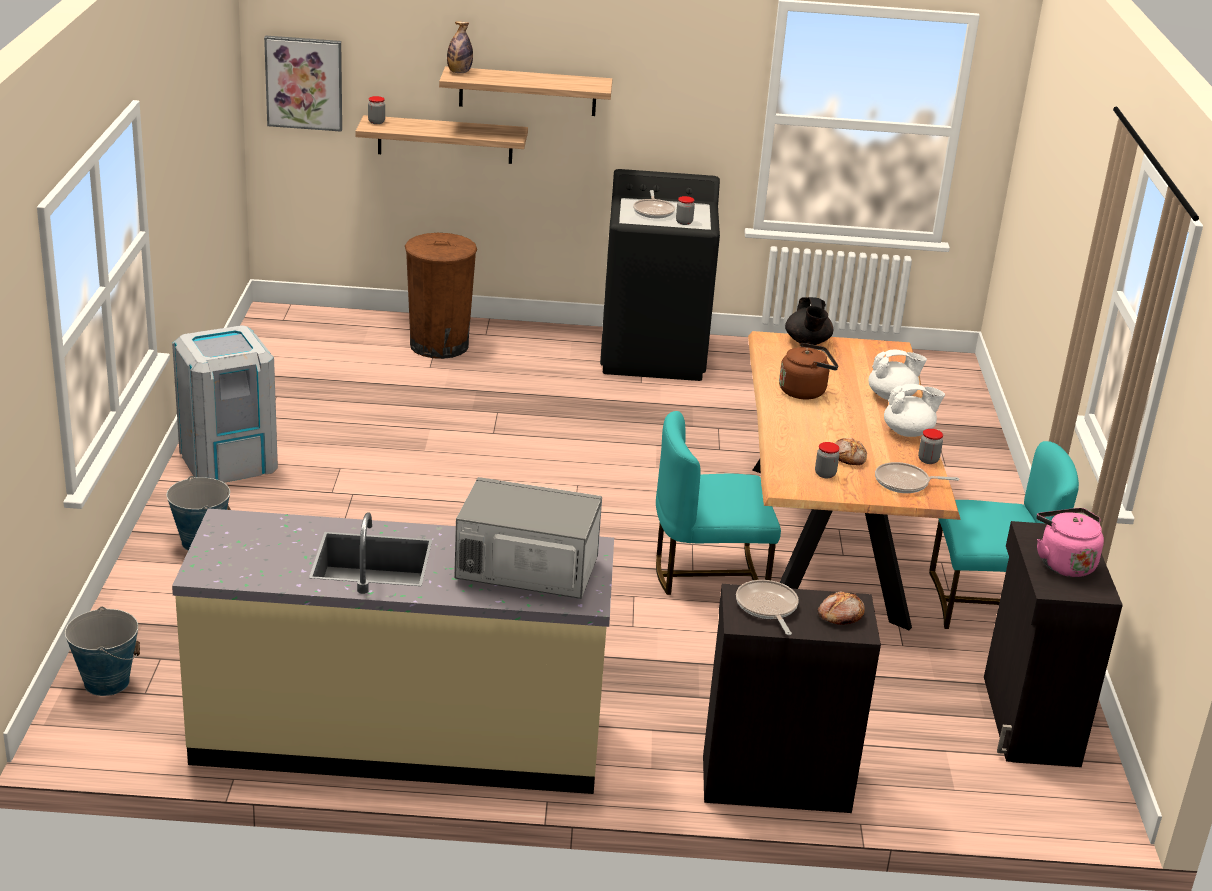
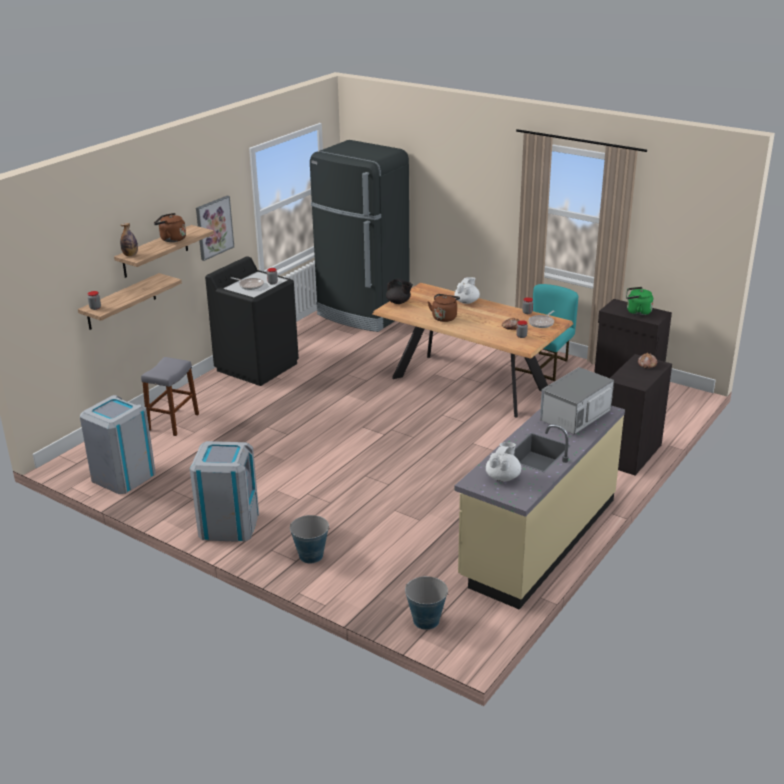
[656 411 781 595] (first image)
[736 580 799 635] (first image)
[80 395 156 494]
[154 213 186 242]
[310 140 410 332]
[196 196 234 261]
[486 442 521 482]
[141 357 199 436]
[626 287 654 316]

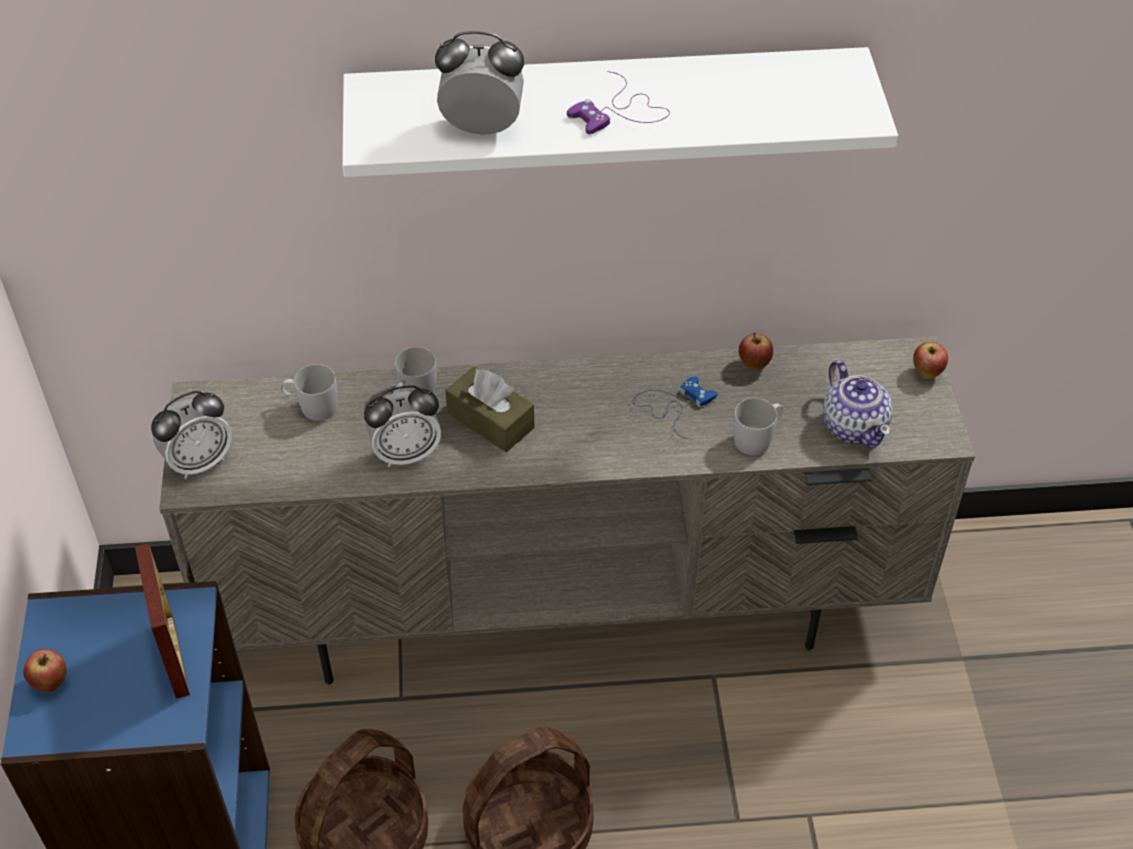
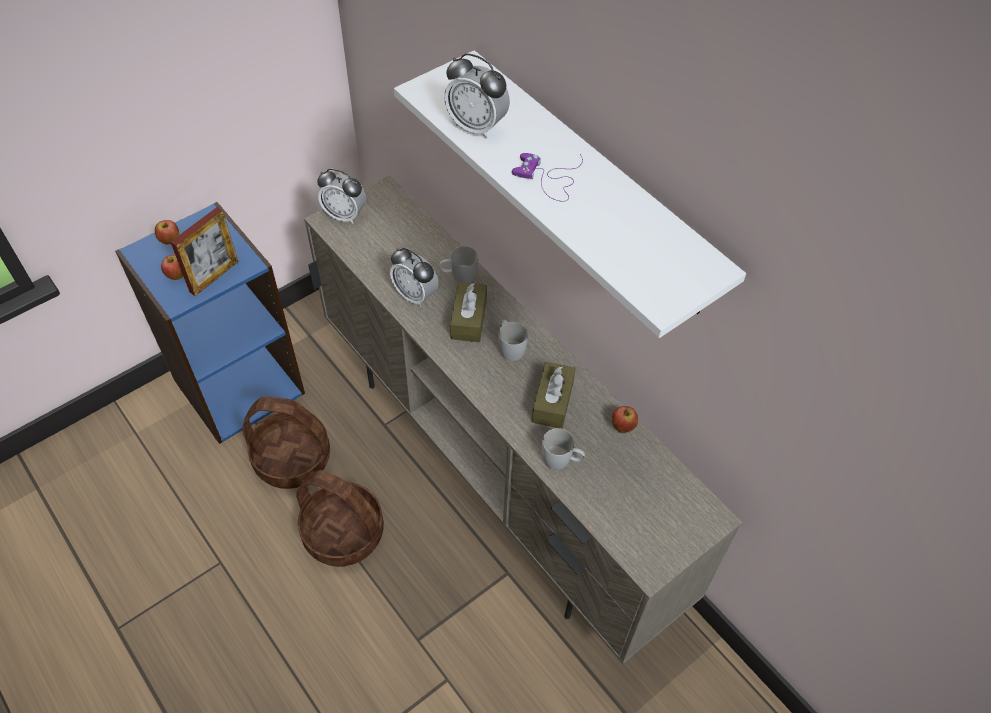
[823 360 892 448] (first image)
[498 320 528 361]
[161 255 184 280]
[532 362 576 429]
[444 53 510 139]

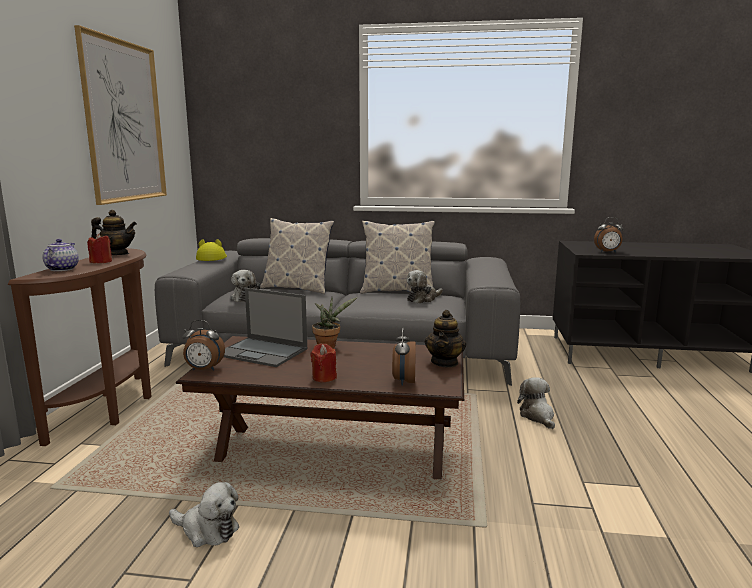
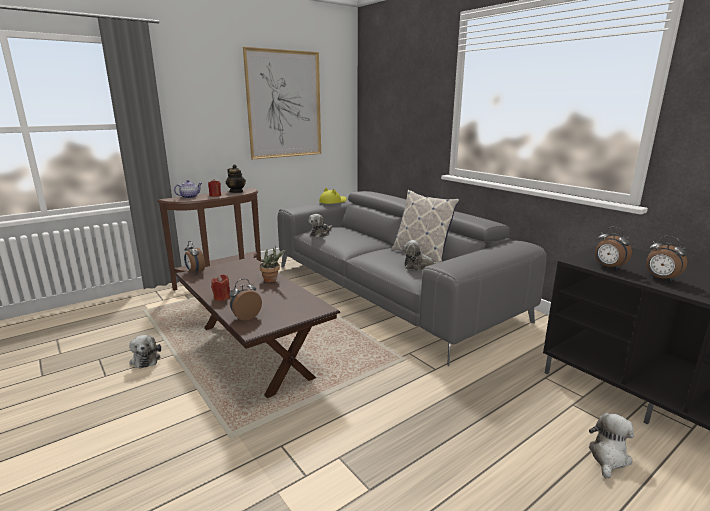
[224 288 307 367] (first image)
[260 218 334 294] (first image)
[425 310 466 368] (first image)
[646 236 687 282]
[589 413 634 479]

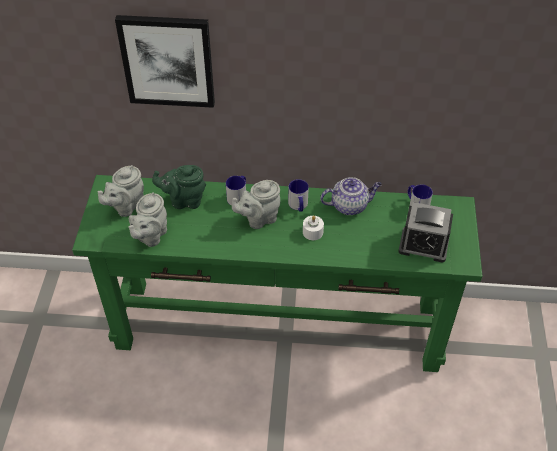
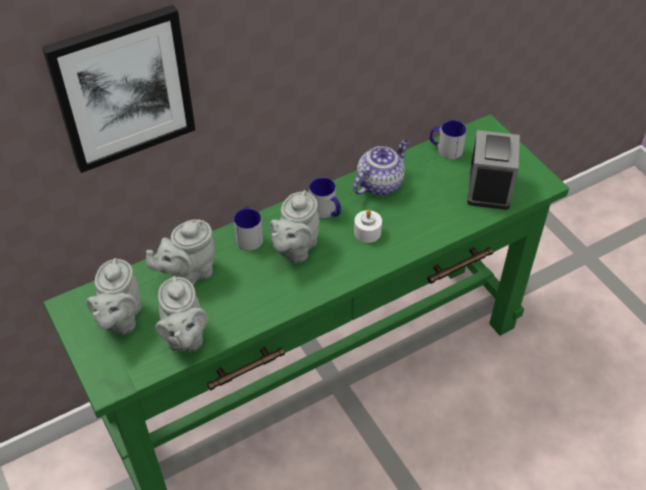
[146 219 215 286]
[467 130 520 210]

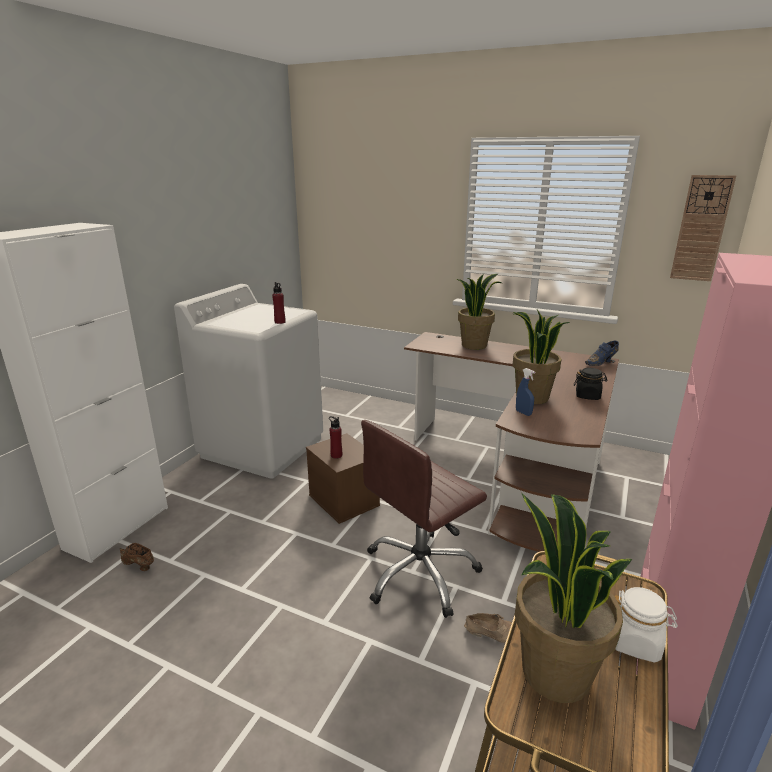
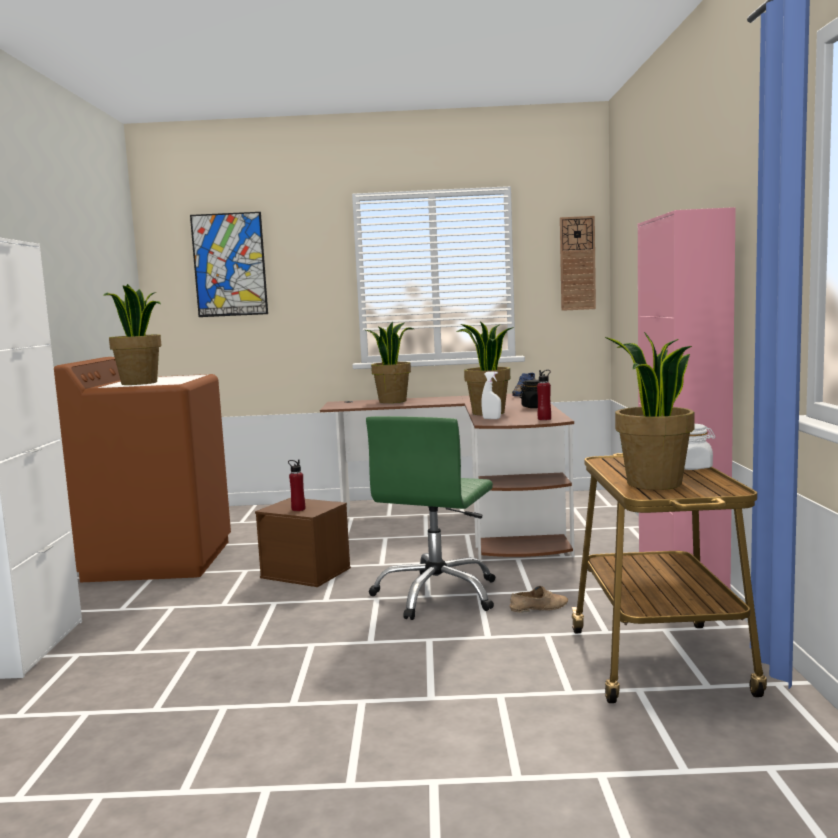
[120 543 154 571] (first image)
[104 284 162 385]
[190 212 268 317]
[537 370 551 420]
[54 357 231 583]
[366 416 495 620]
[481 371 501 419]

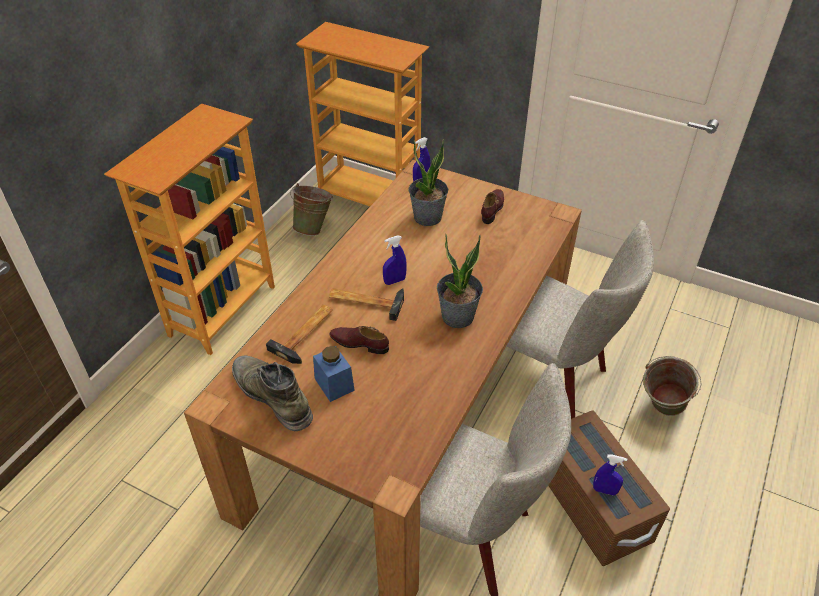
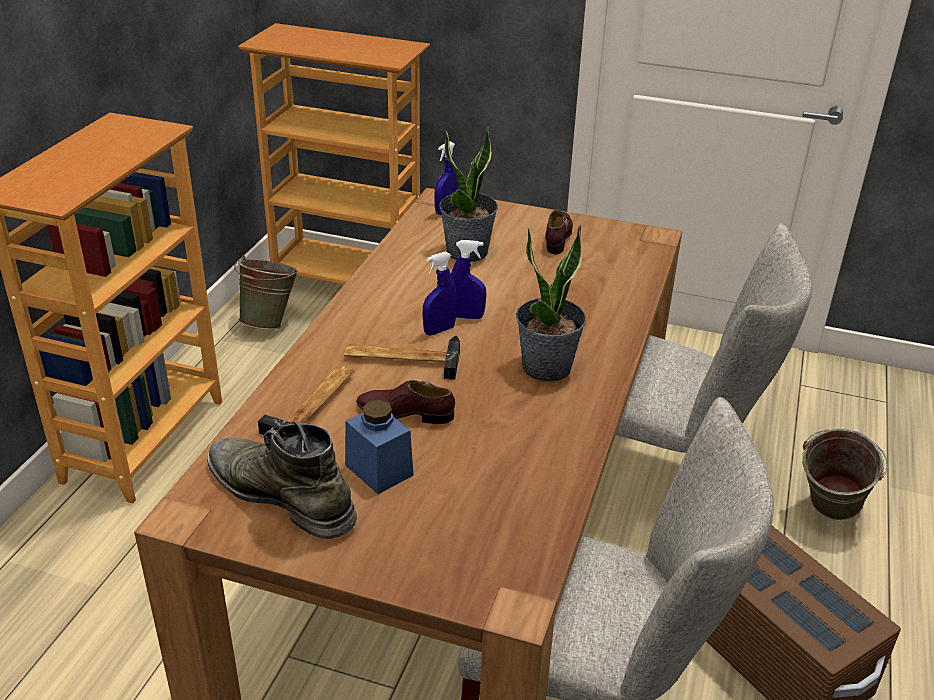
[451 240 486 319]

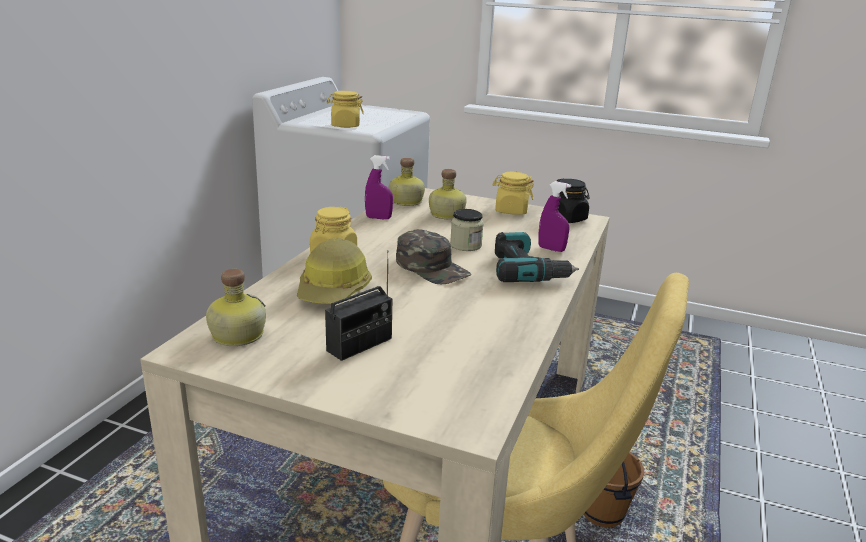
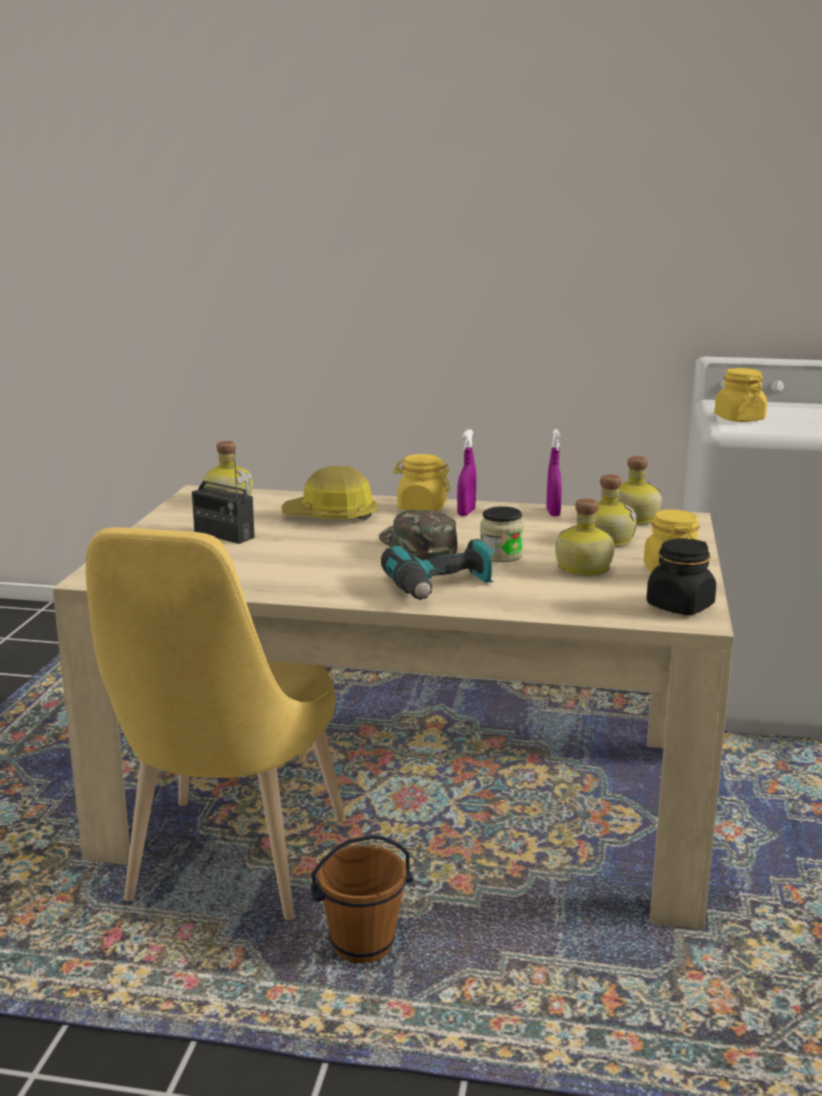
[555 498 615 577]
[457 429 476 516]
[379 510 457 559]

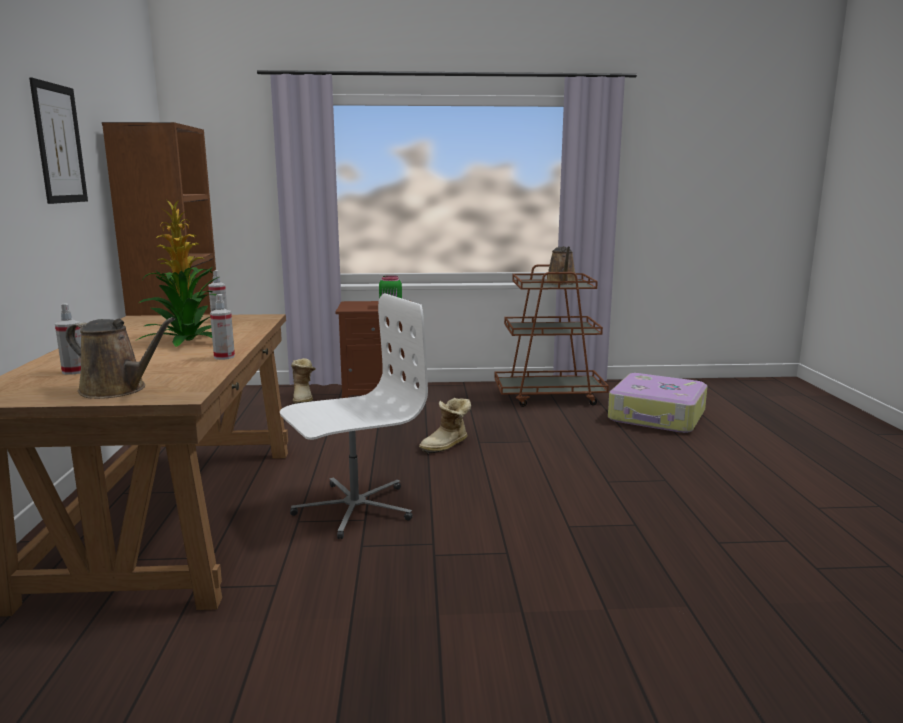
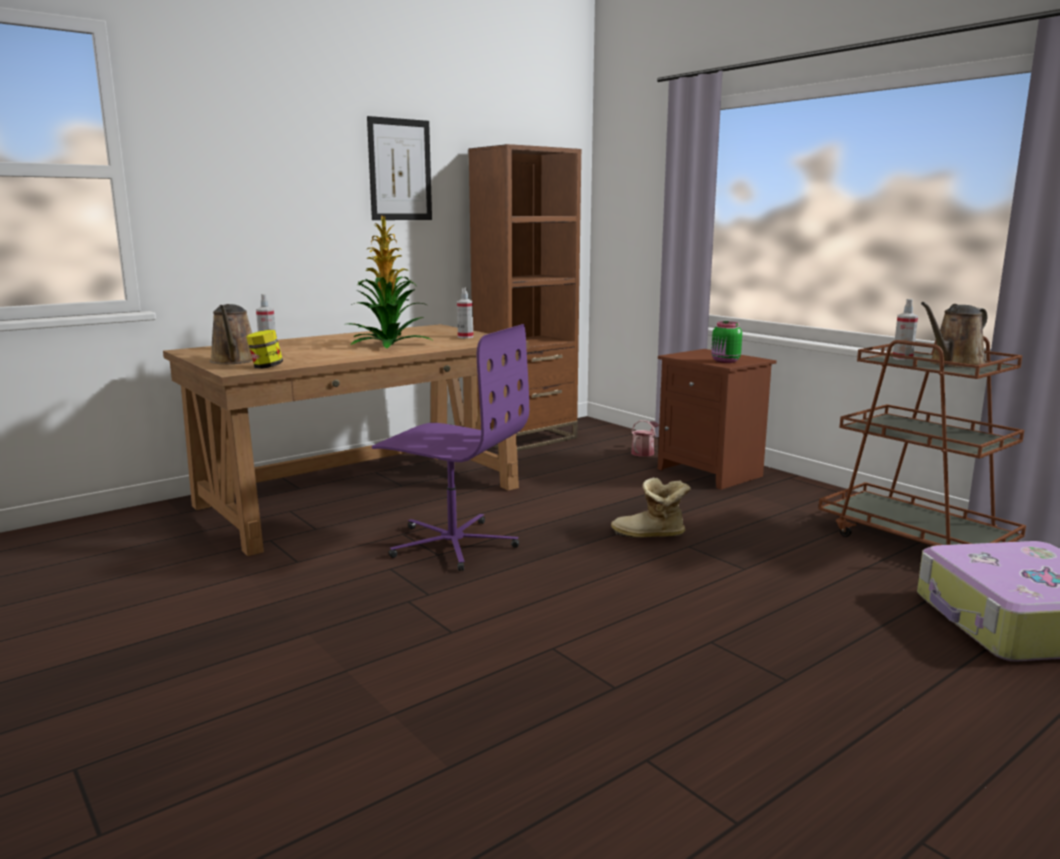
[246 330 283 368]
[893 299 918 360]
[631 420 659 457]
[372 324 529 571]

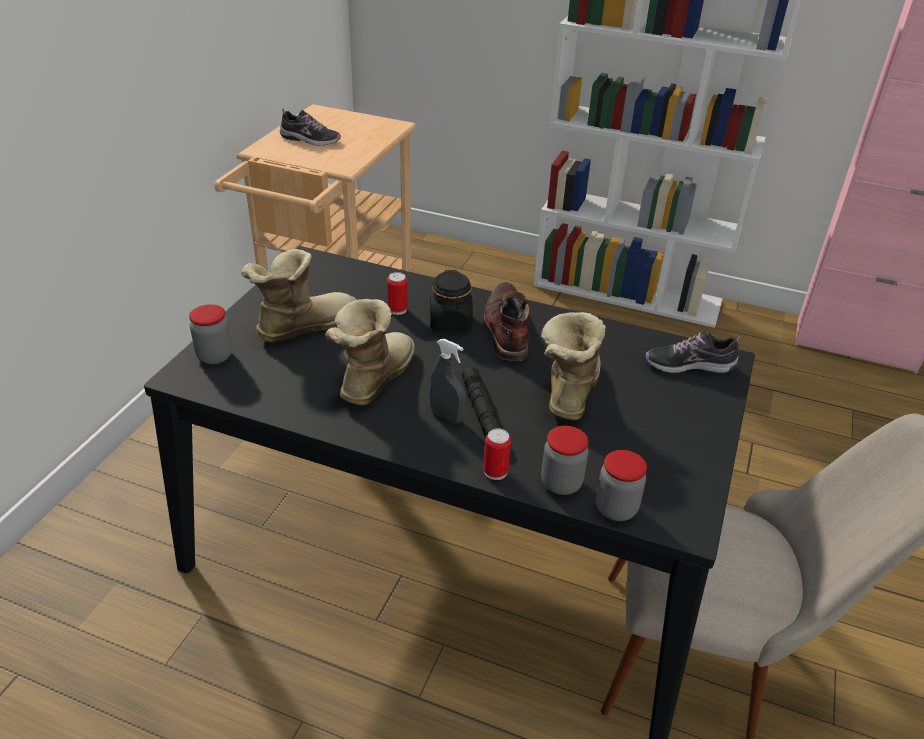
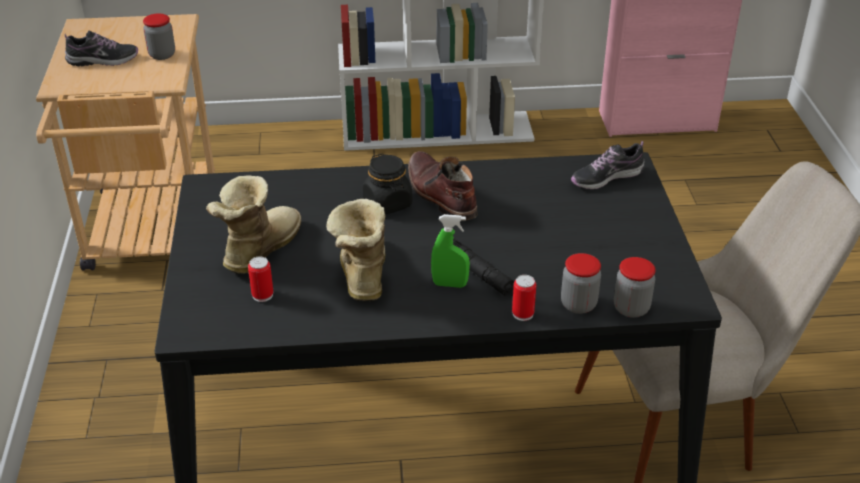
[541 312 606 420] (first image)
[143 14 175 60]
[248 256 273 302]
[431 214 470 288]

